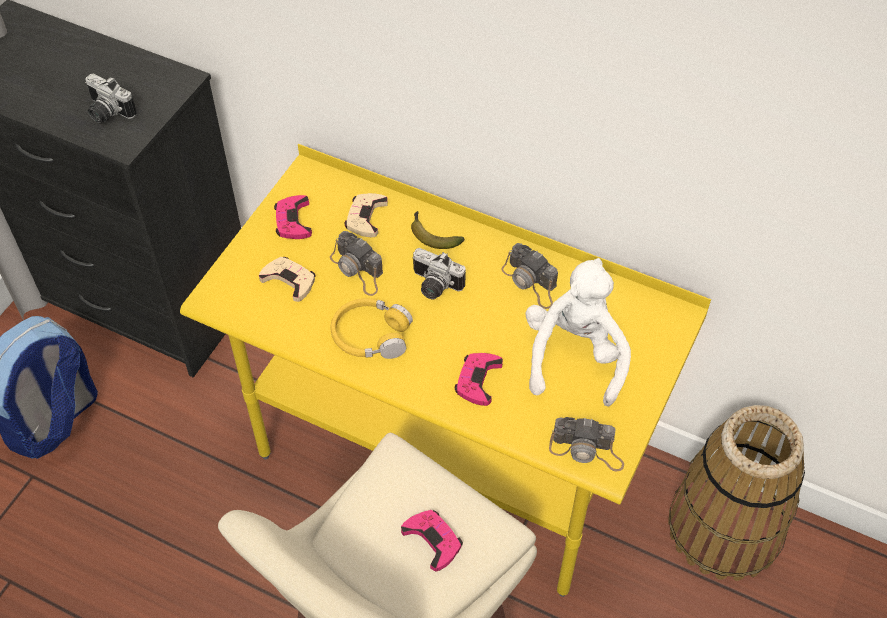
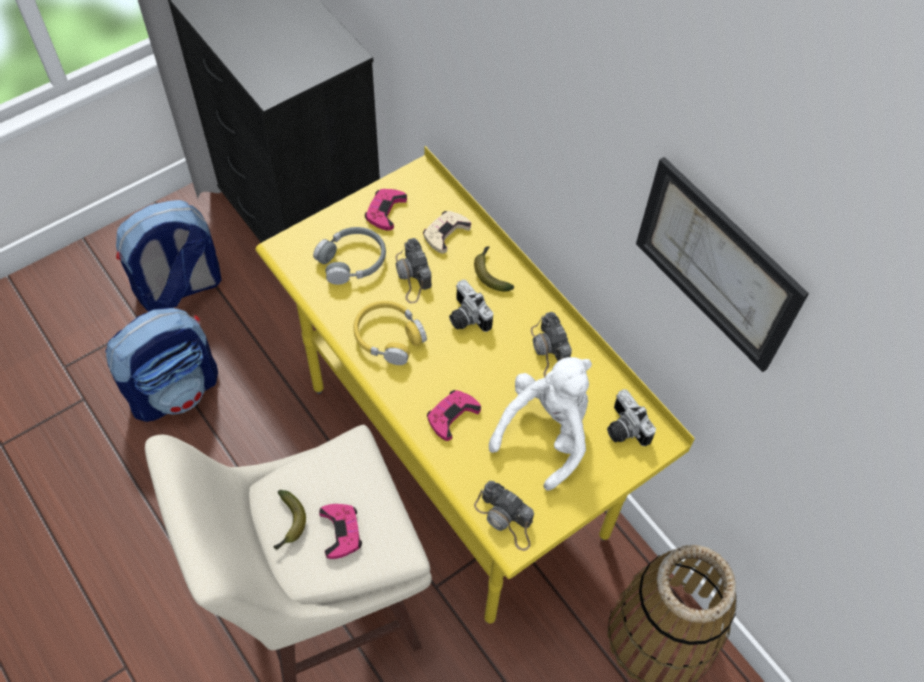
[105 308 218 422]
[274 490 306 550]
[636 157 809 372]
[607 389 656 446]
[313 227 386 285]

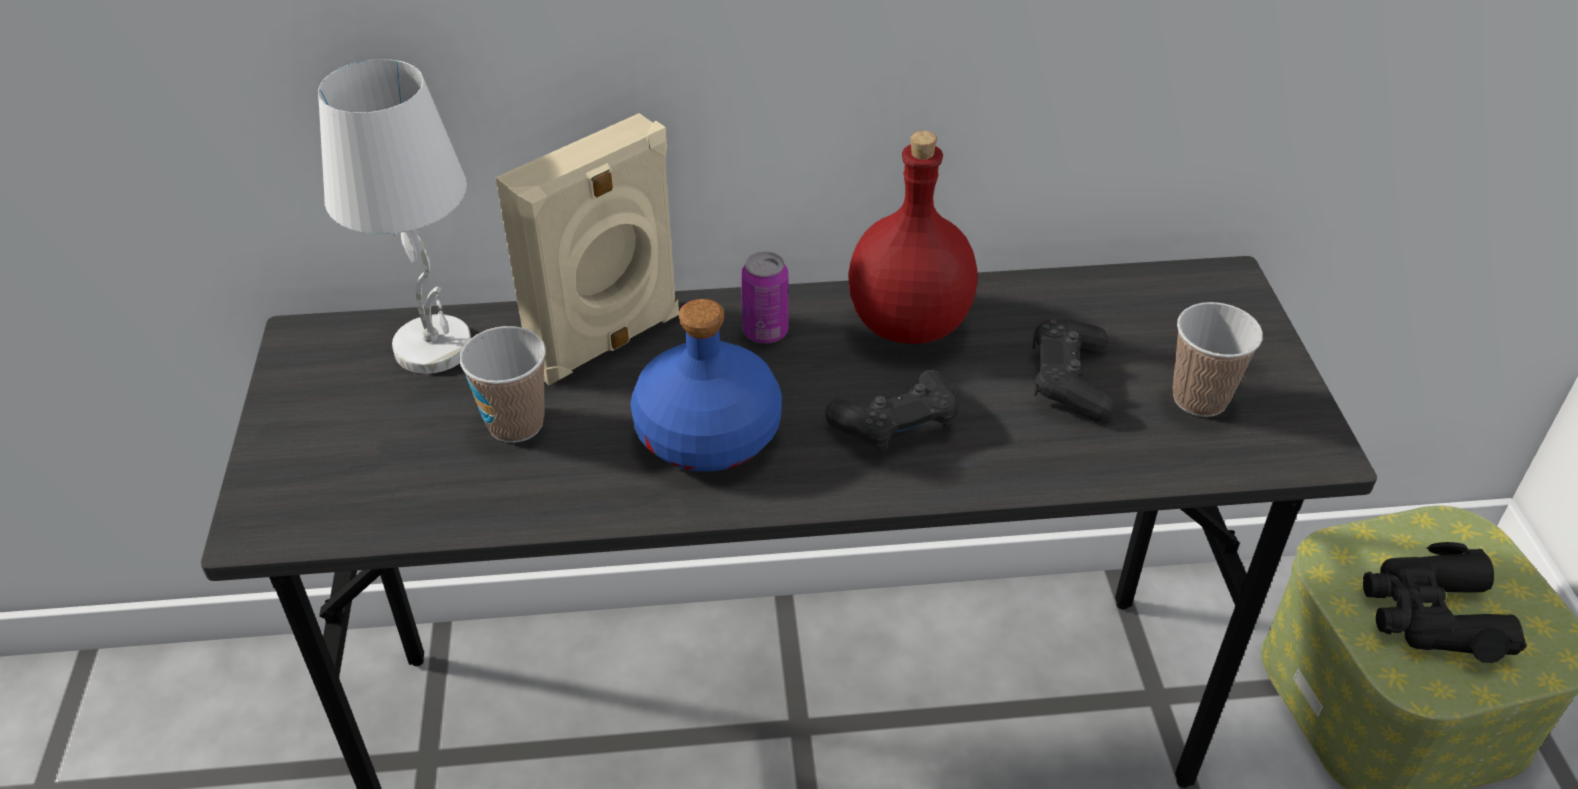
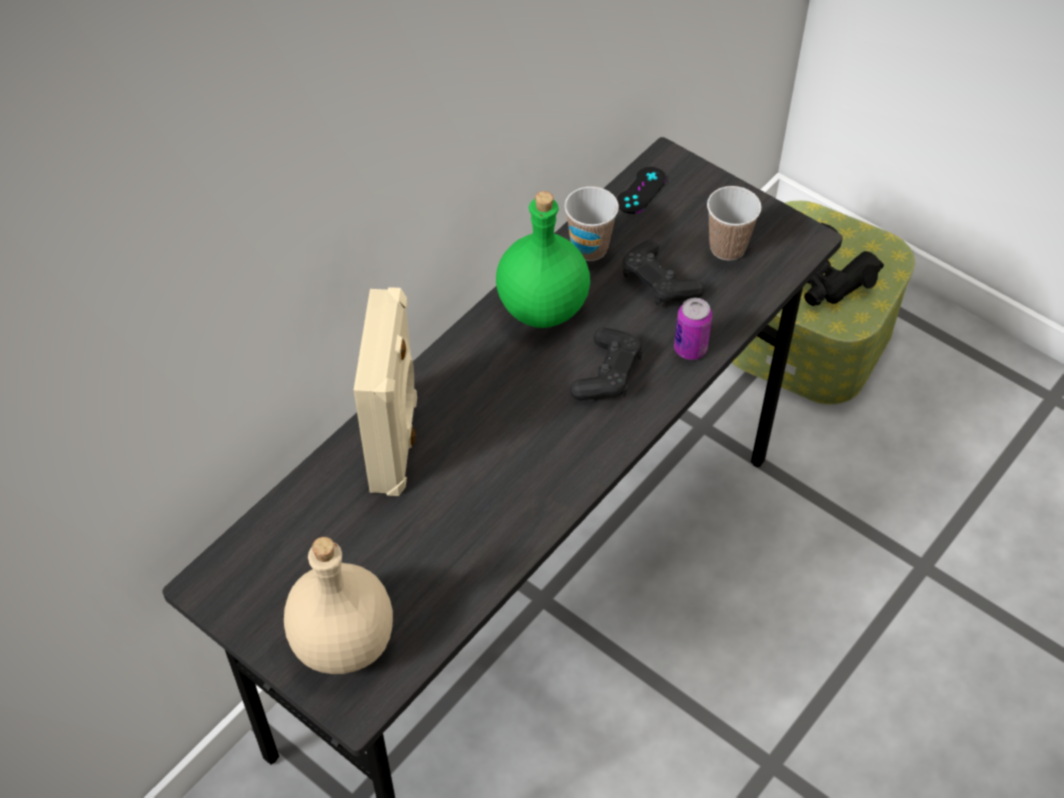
[318 59 471 374] (first image)
[631 299 782 472] (first image)
[284 537 393 674]
[617 167 666 214]
[564 186 619 261]
[674 298 712 360]
[496 191 590 328]

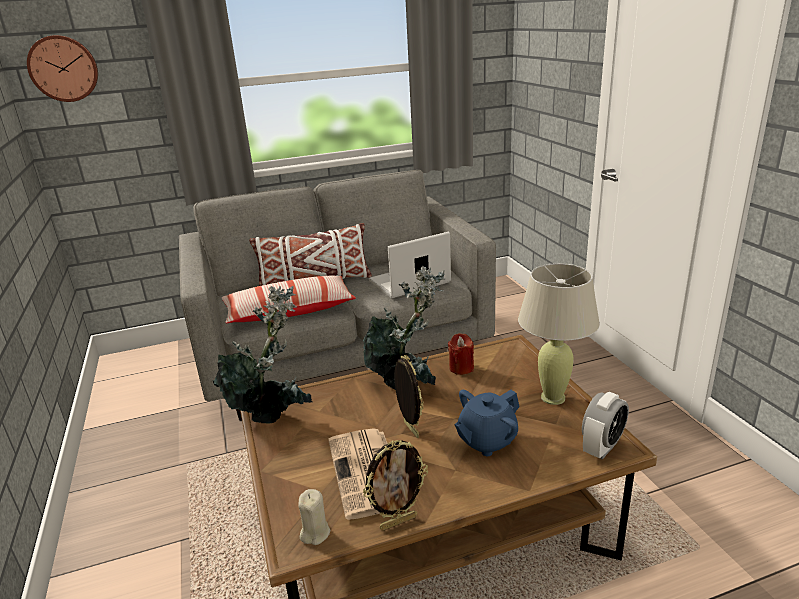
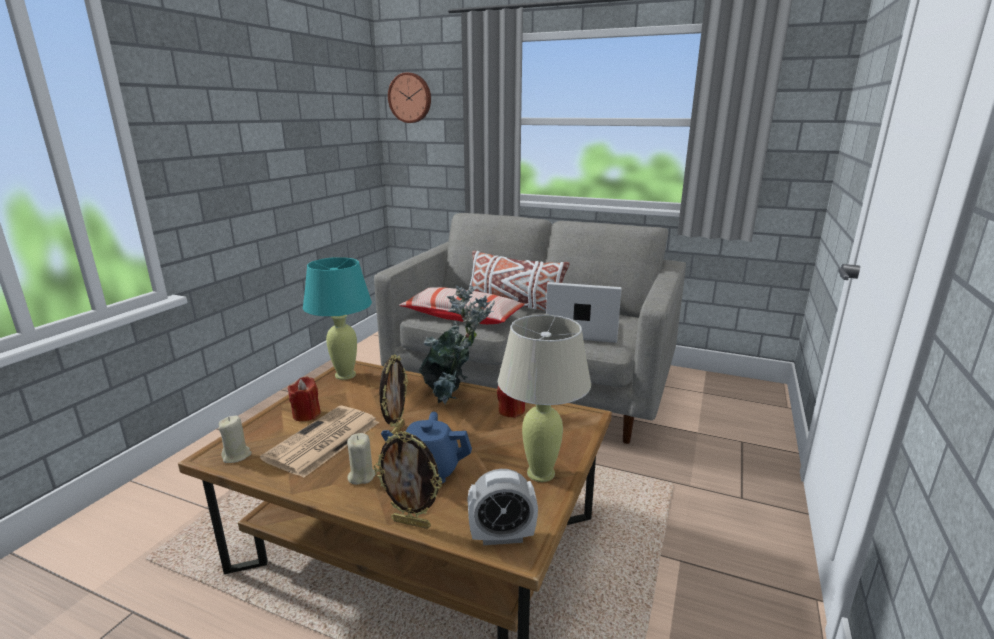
[288 377 321 422]
[347 433 375 485]
[374 431 442 529]
[303 257 372 380]

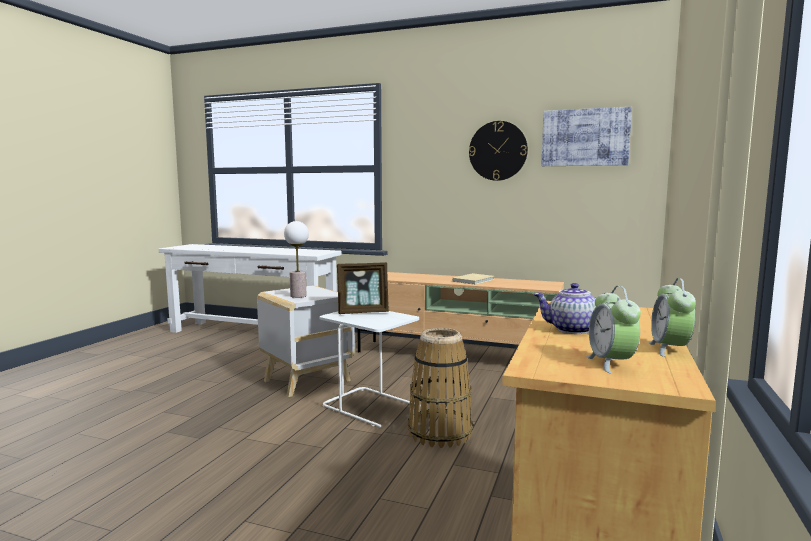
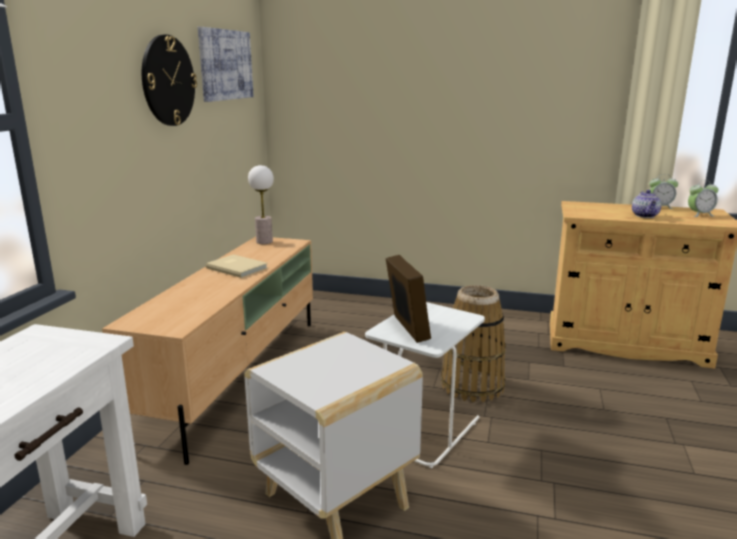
[248 165 274 244]

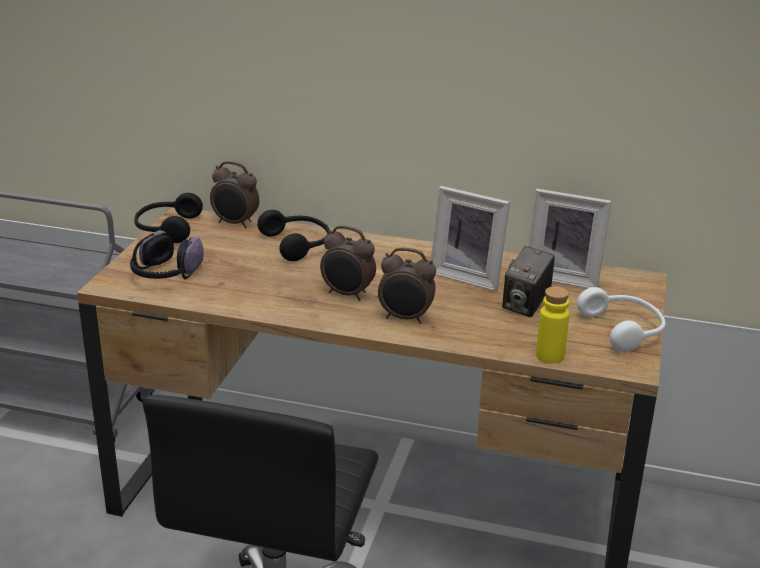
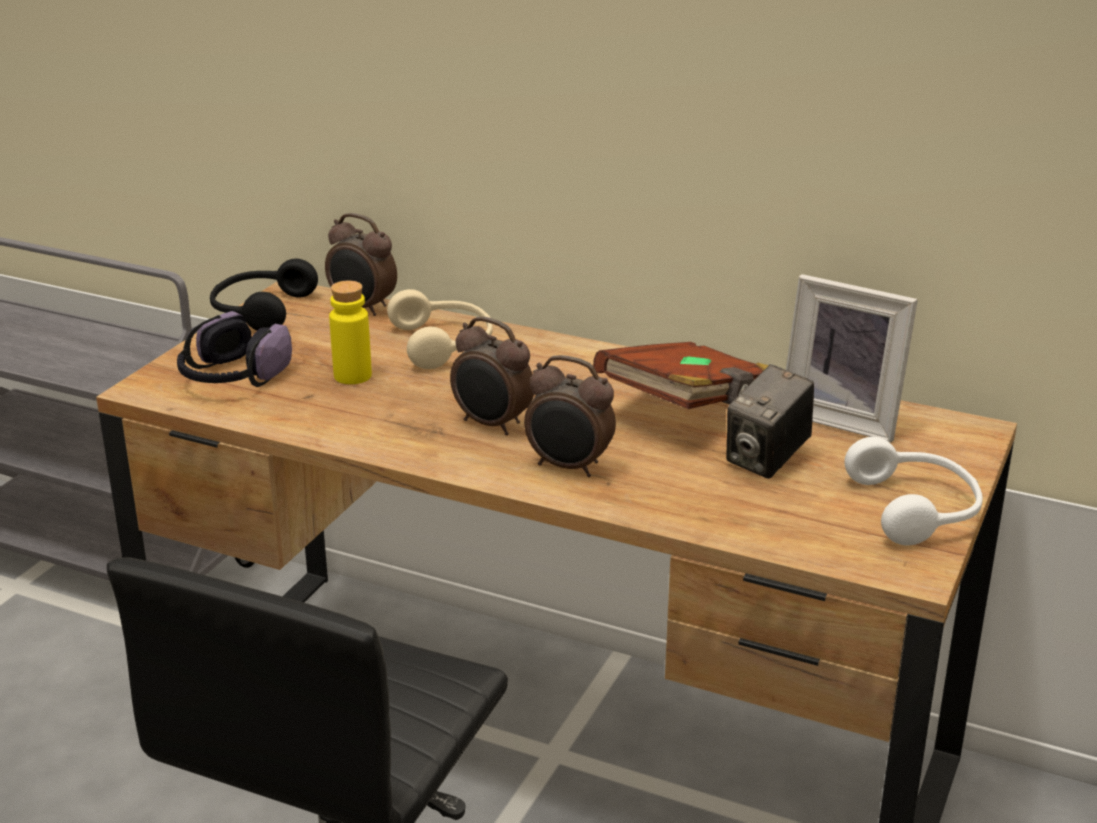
[329 281 372 384]
[593 342 768 409]
[387 289 493 369]

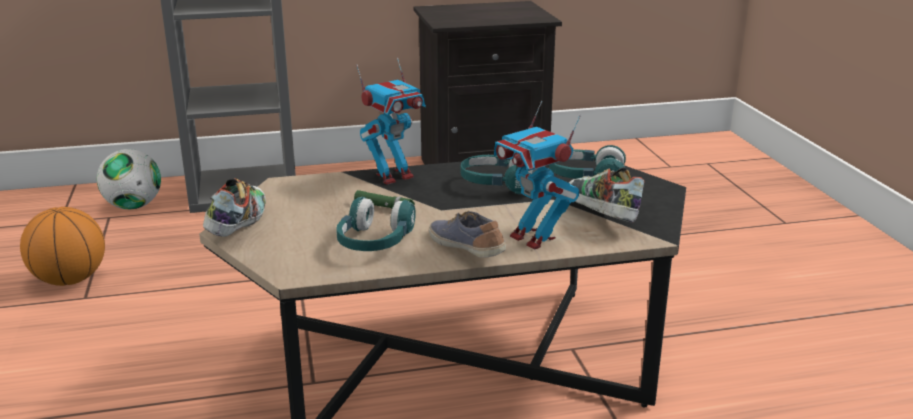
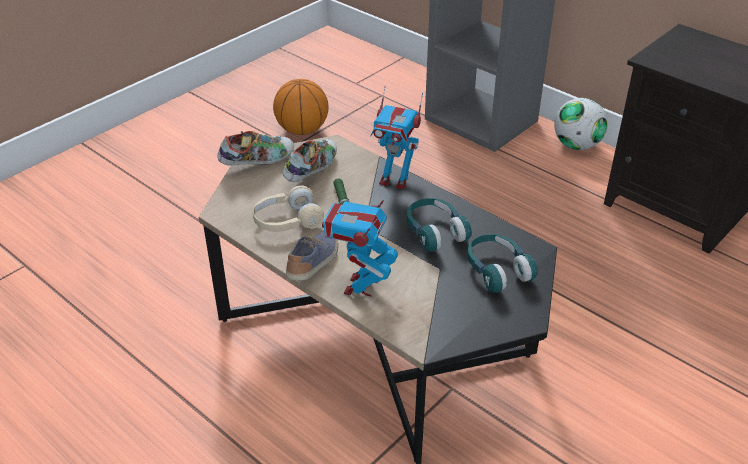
[554 98 608 150]
[282 139 337 182]
[253 186 324 232]

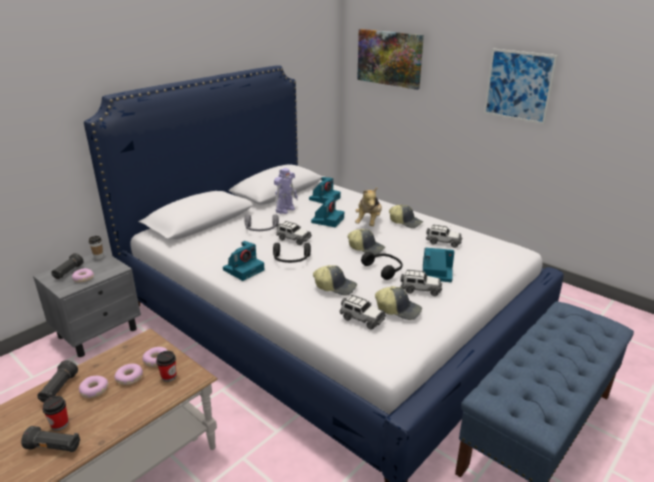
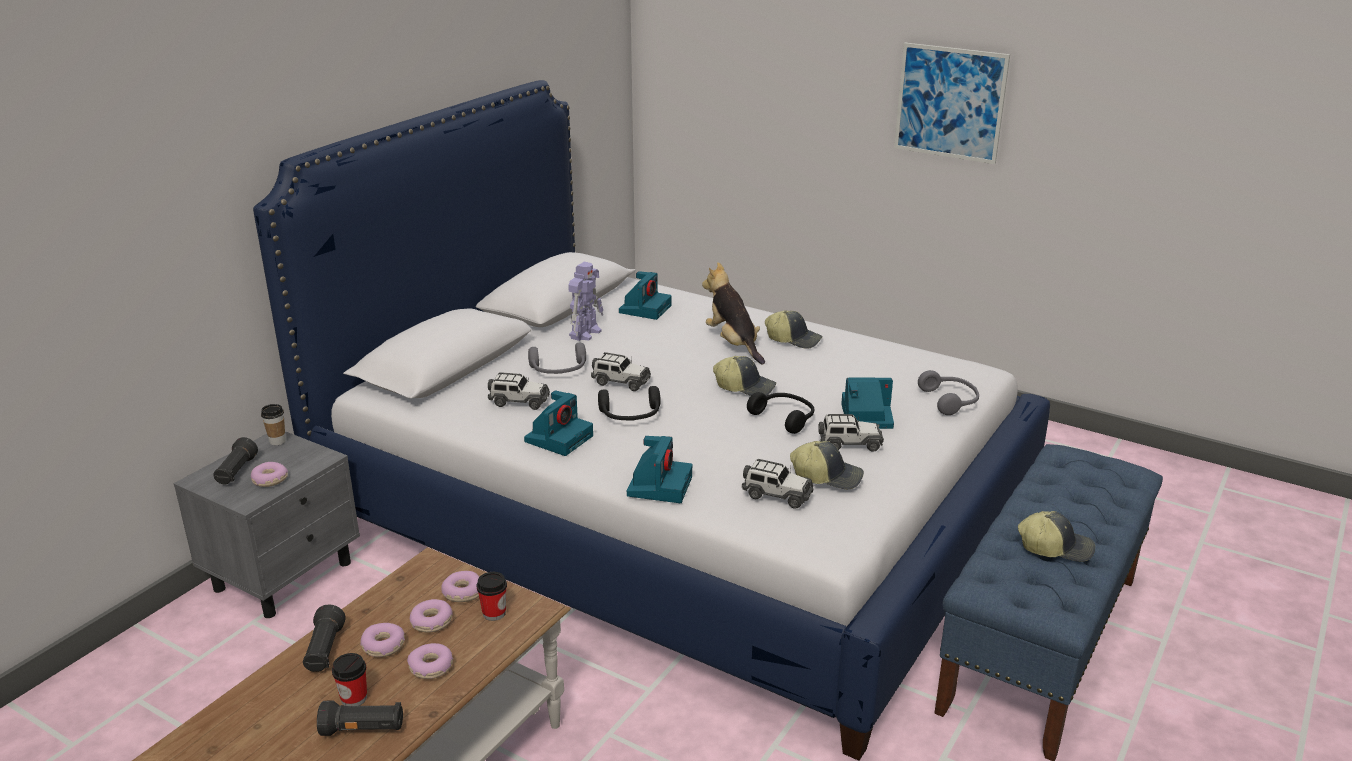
[357 29 424 90] (first image)
[407 643 453 679]
[918 370 979 415]
[627 436 692 503]
[1018 511 1095 562]
[488 372 550 410]
[702 262 765 364]

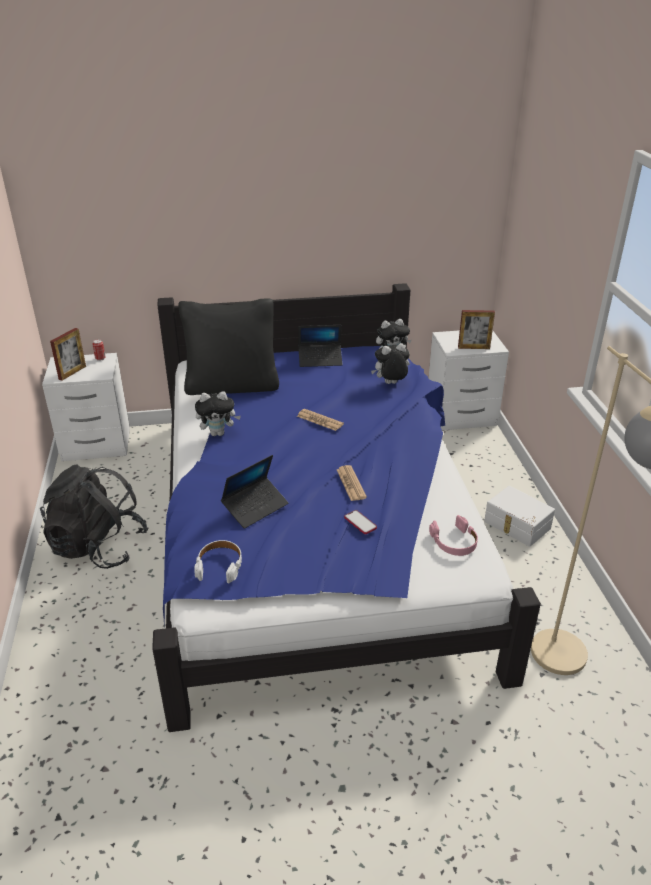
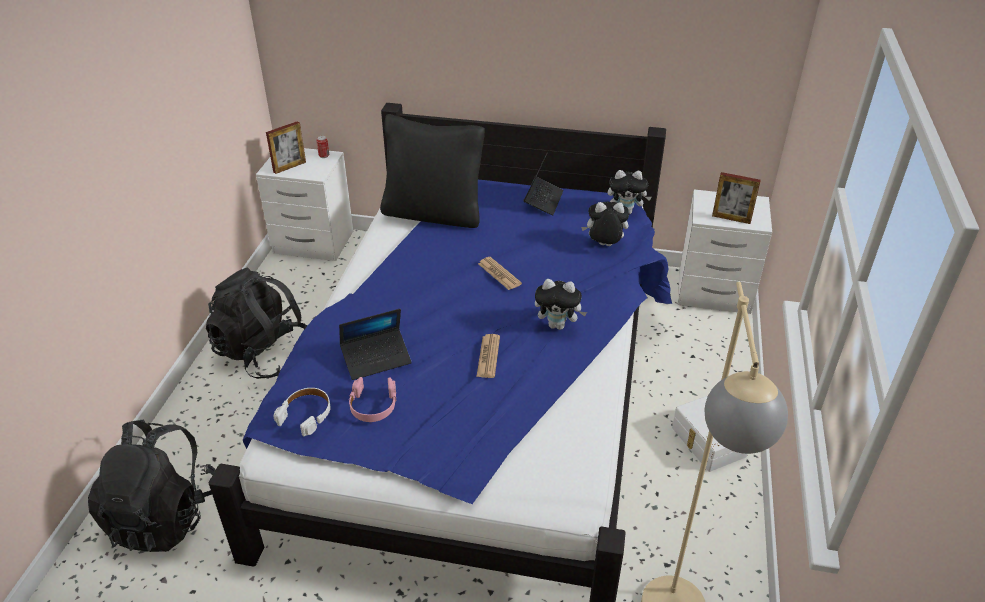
[344 510 377 534] (first image)
[88 420 215 552]
[535 279 587 330]
[349 377 396 422]
[523 152 564 216]

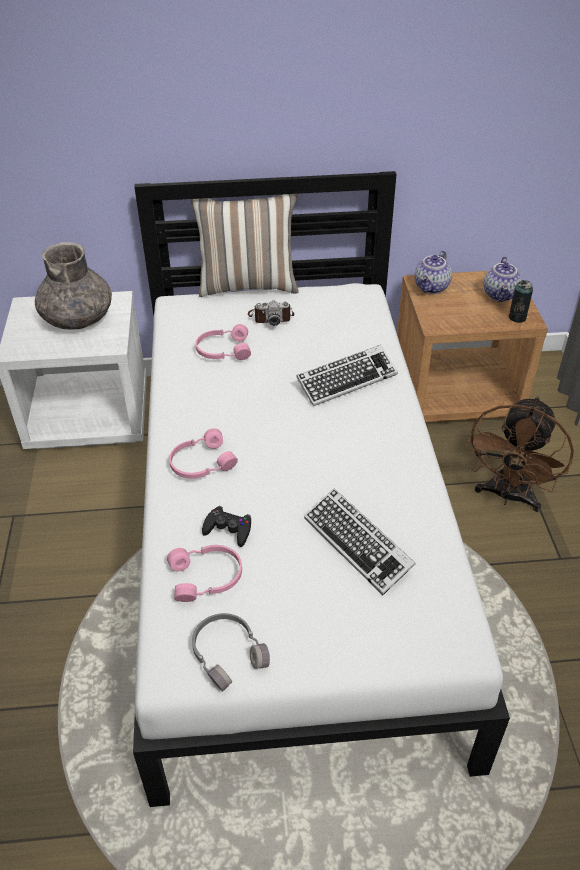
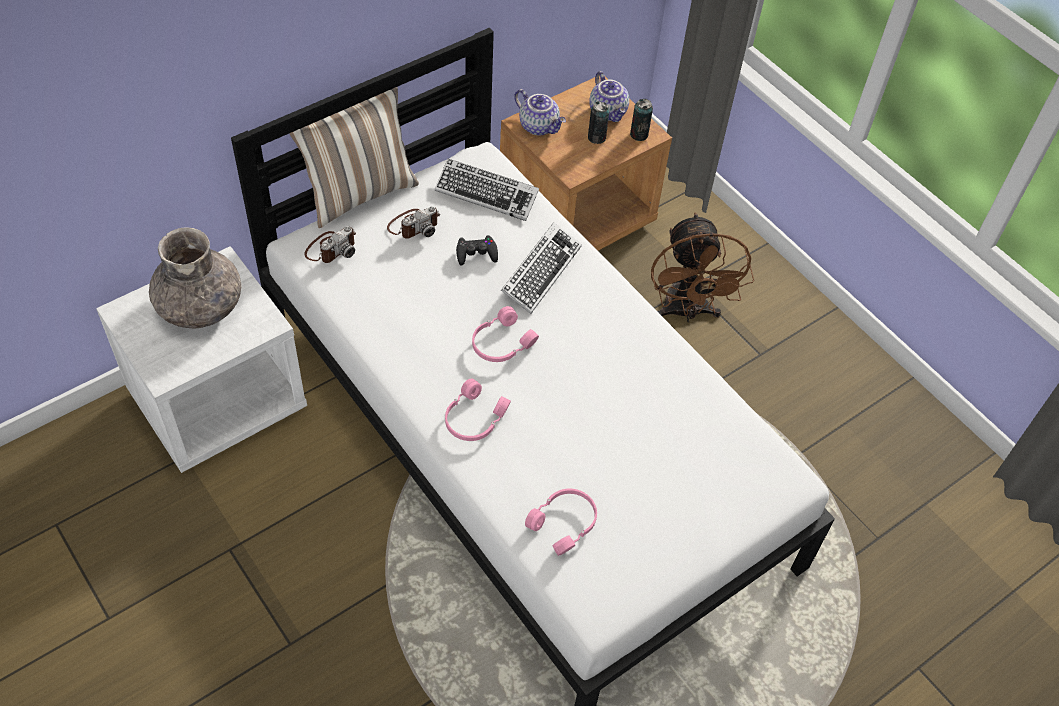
[192 613 270 691] (first image)
[304 226 356 263]
[588 101 610 144]
[472 306 539 362]
[456 235 498 265]
[435 159 539 221]
[514 89 566 136]

